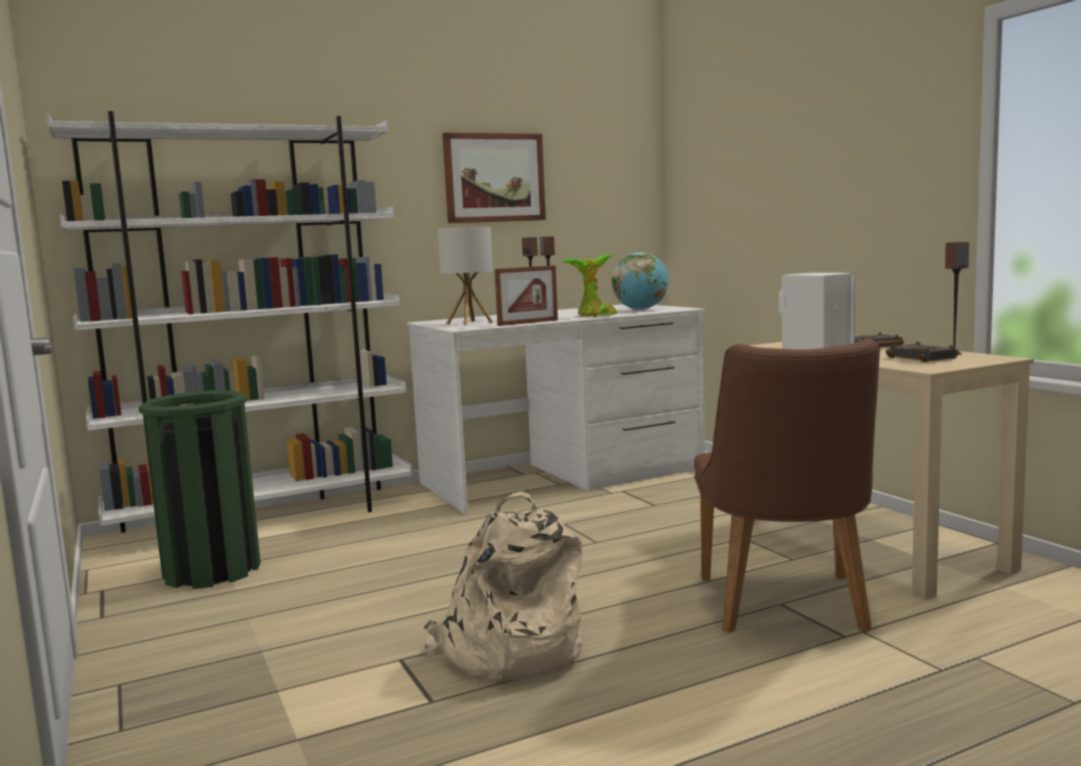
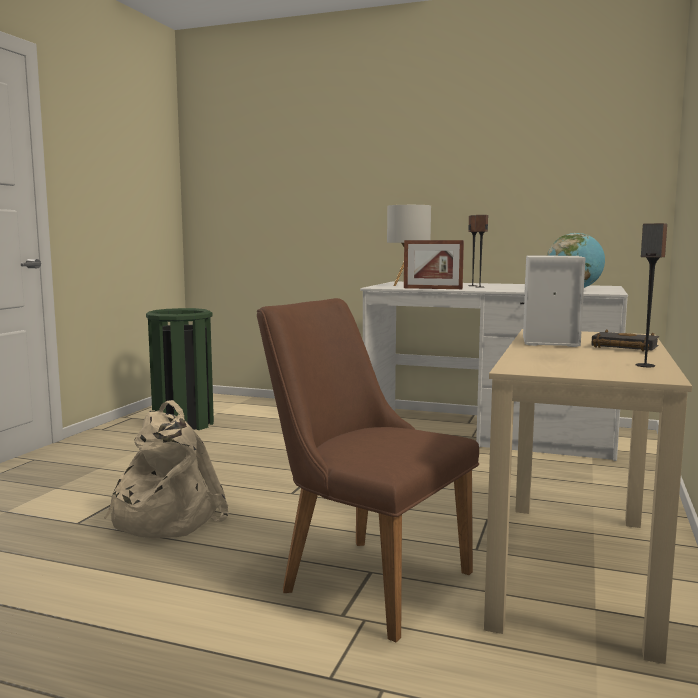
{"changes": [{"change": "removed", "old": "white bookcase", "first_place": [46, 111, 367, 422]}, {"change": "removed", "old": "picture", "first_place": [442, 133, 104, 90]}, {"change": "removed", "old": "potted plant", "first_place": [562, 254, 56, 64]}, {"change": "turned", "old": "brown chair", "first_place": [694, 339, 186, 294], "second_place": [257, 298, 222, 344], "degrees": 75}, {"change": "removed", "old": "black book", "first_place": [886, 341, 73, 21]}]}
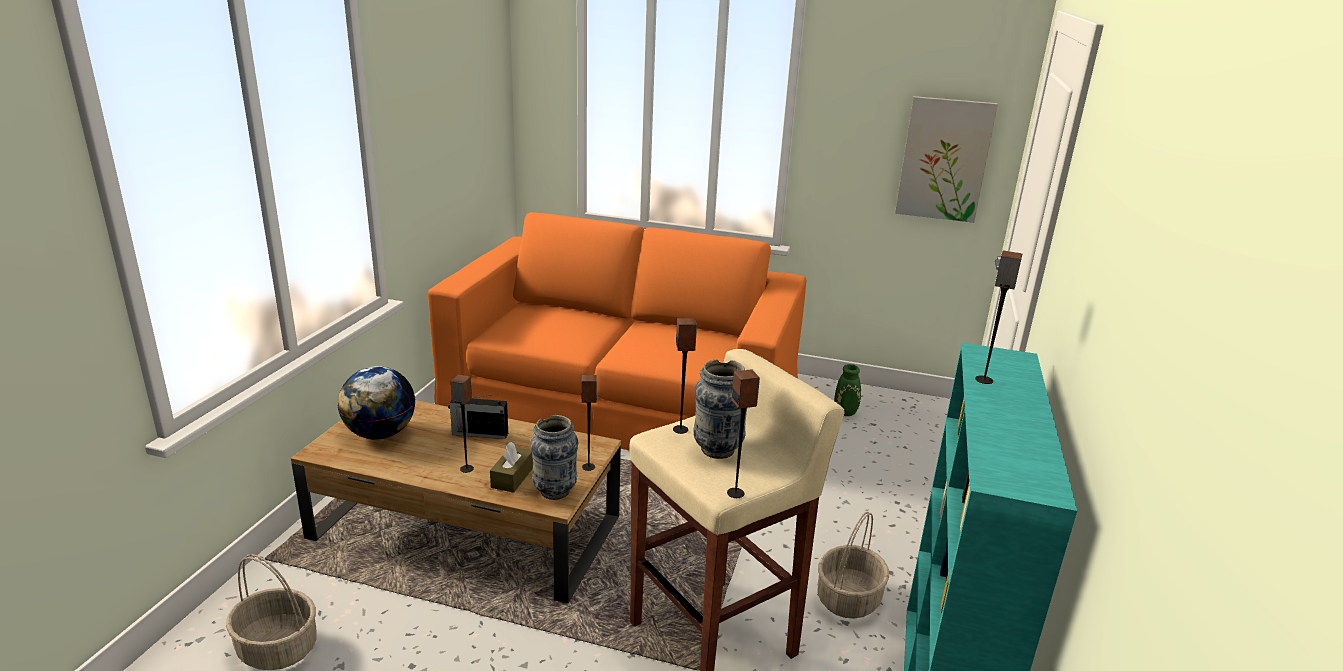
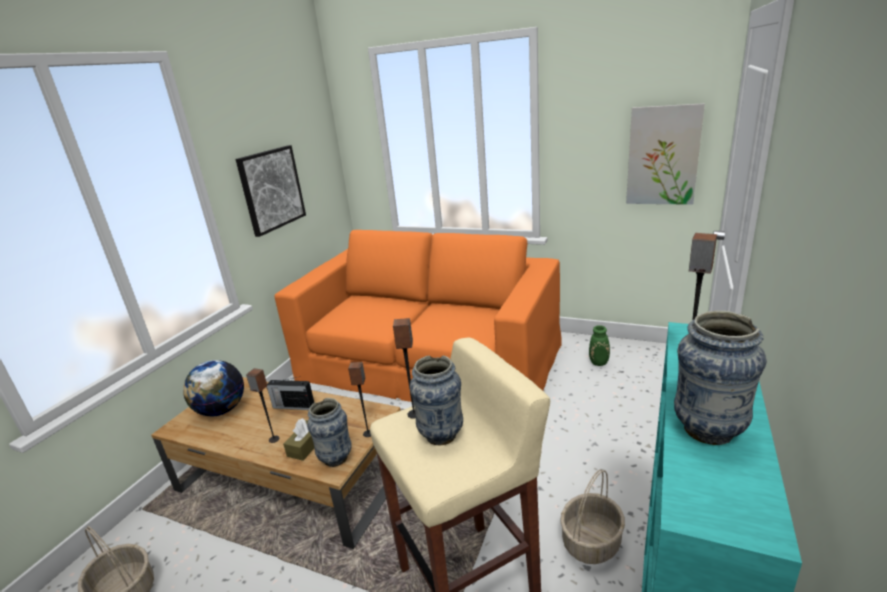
{"changes": [{"change": "removed", "old": "speaker", "first_place": [727, 369, 33, 129]}, {"change": "added", "new": "picture", "second_place": [236, 145, 70, 92]}, {"change": "added", "new": "vase", "second_place": [674, 311, 93, 134]}]}
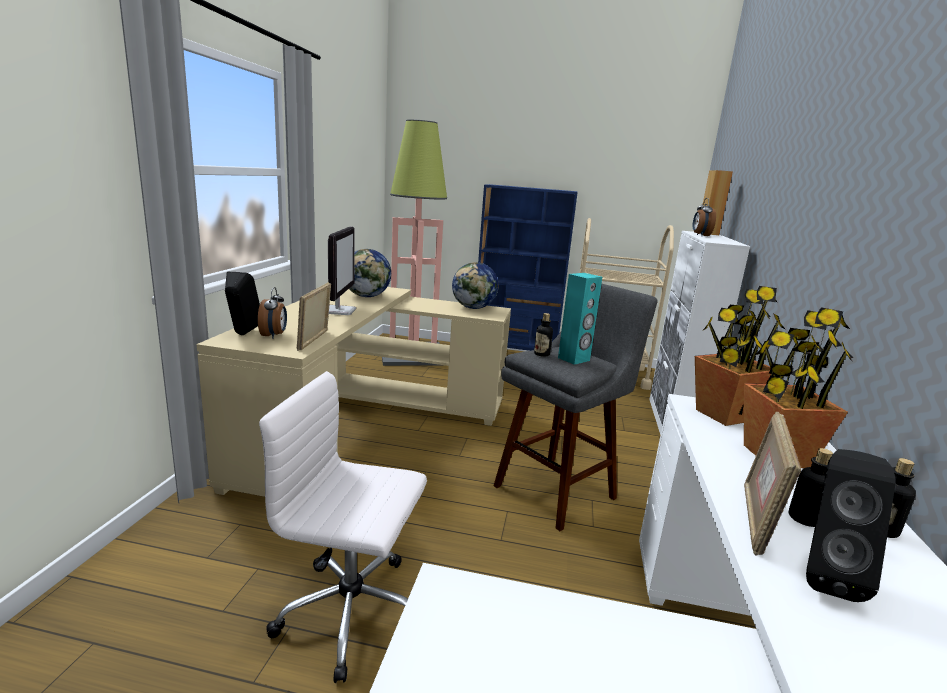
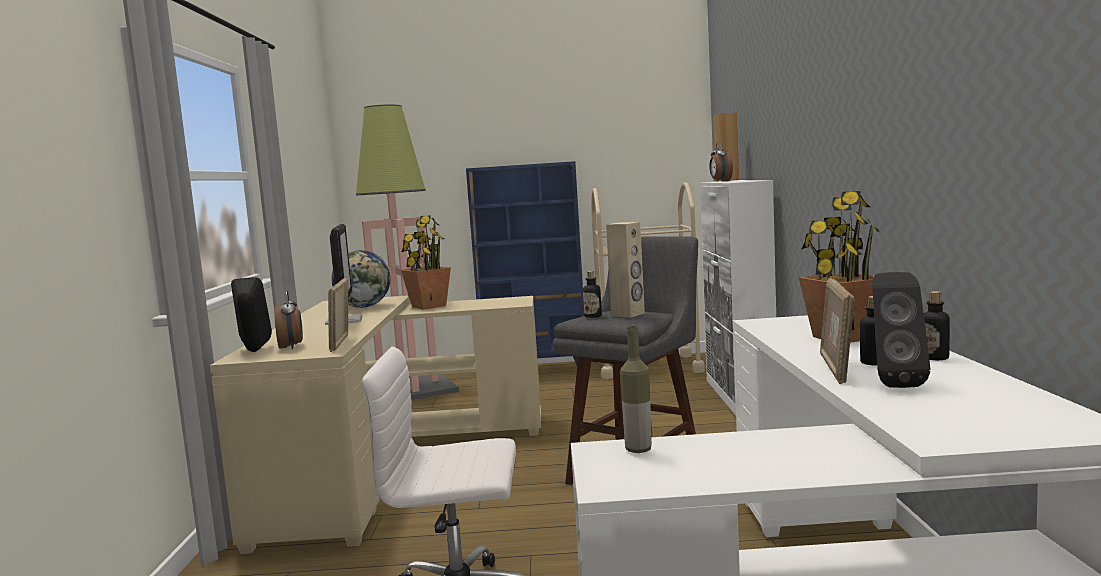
{"changes": [{"change": "removed", "old": "globe", "first_place": [452, 262, 47, 47]}, {"change": "recoloured", "old": "turquoise speaker", "new": "beige speaker", "first_place": [558, 273, 44, 92], "second_place": [606, 222, 39, 96]}, {"change": "moved", "old": "potted plant", "first_place": [695, 286, 90, 140], "second_place": [401, 215, 50, 95]}, {"change": "added", "new": "bottle", "second_place": [620, 326, 32, 127]}]}
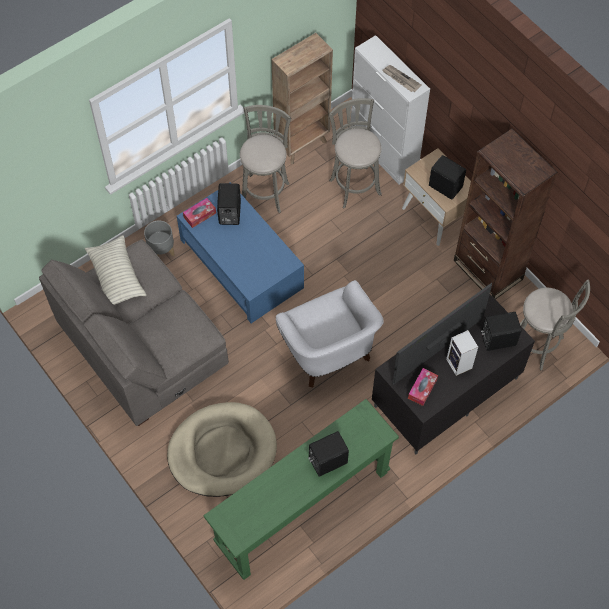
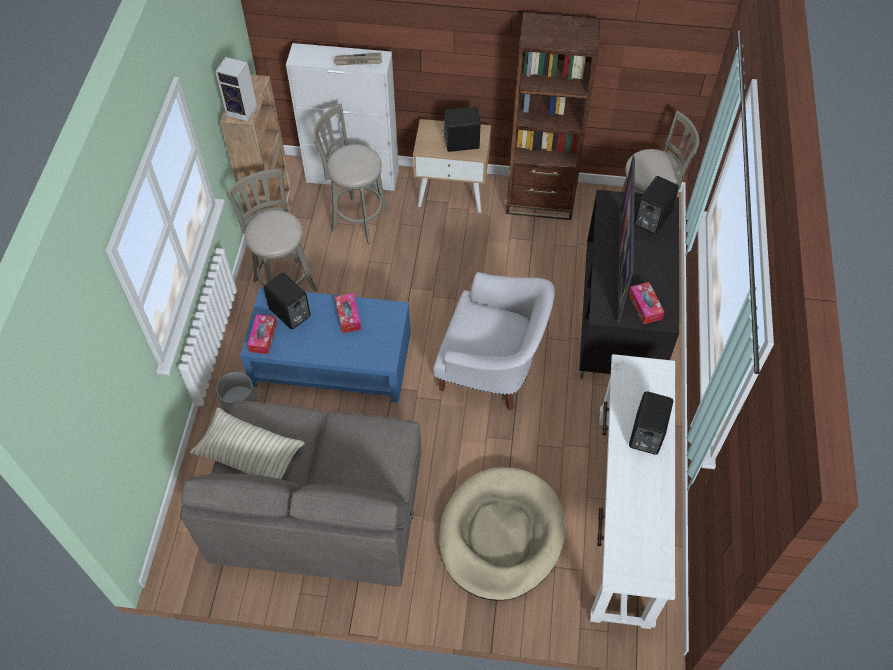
{"changes": [{"change": "recoloured", "old": "green console table", "new": "white console table", "first_place": [203, 399, 196, 181], "second_place": [590, 354, 85, 275]}, {"change": "moved", "old": "speaker", "first_place": [446, 330, 32, 46], "second_place": [215, 57, 42, 64]}, {"change": "added", "new": "tissue box", "second_place": [335, 293, 26, 40]}]}
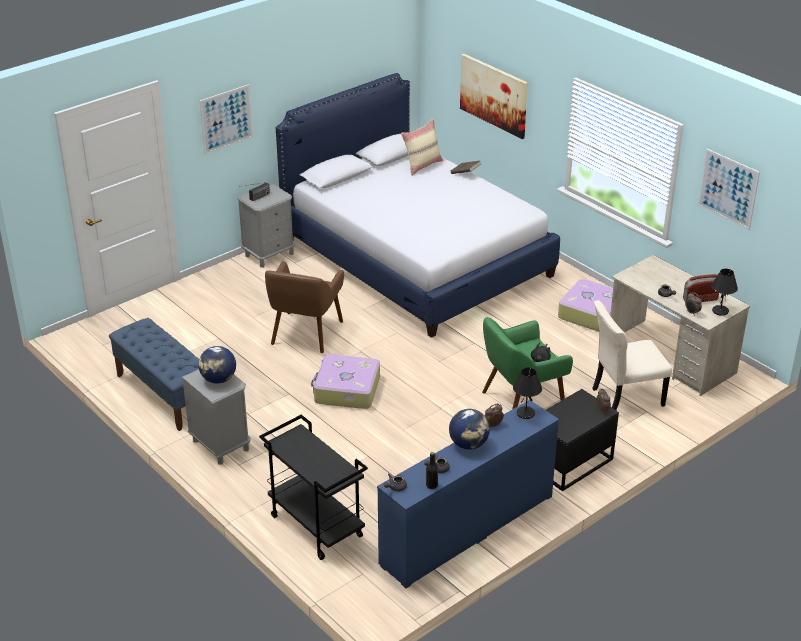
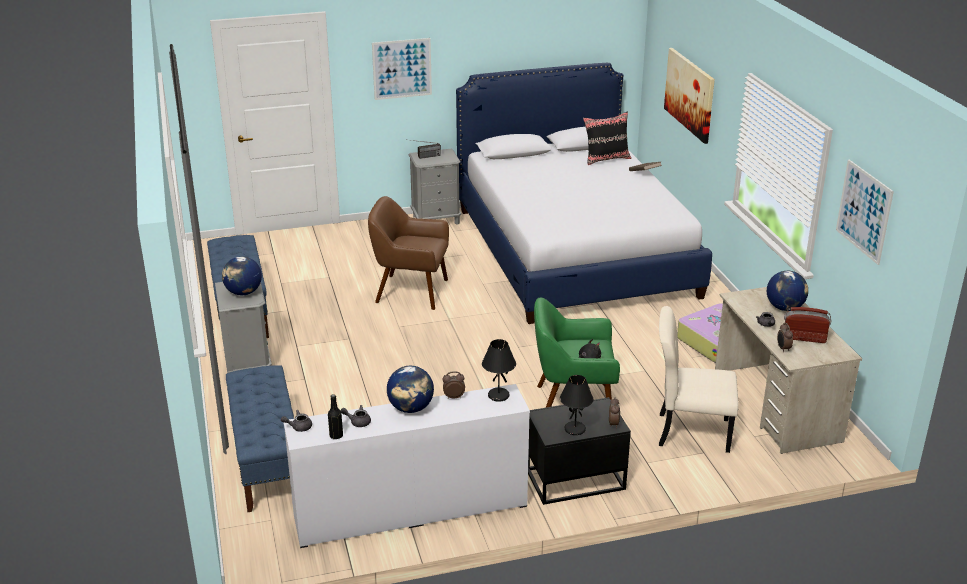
{"changes": [{"change": "replaced", "old": "black cart", "new": "blue bench", "first_place": [259, 415, 109, 145], "second_place": [226, 365, 68, 147]}, {"change": "turned", "old": "brown armchair", "first_place": [265, 261, 79, 92], "second_place": [368, 196, 81, 114], "degrees": 60}, {"change": "removed", "old": "suitcase", "first_place": [311, 354, 69, 55]}, {"change": "recoloured", "old": "blue dresser", "new": "white dresser", "first_place": [377, 400, 182, 188], "second_place": [283, 384, 247, 164]}, {"change": "recoloured", "old": "beige pillow", "new": "black pillow", "first_place": [401, 119, 42, 56], "second_place": [583, 112, 49, 53]}, {"change": "moved", "old": "black table lamp", "first_place": [711, 269, 27, 47], "second_place": [560, 375, 34, 60]}, {"change": "added", "new": "globe", "second_place": [767, 271, 41, 40]}]}
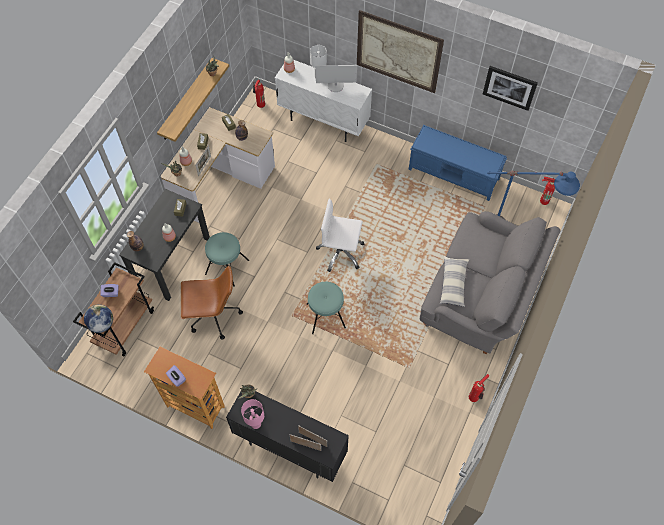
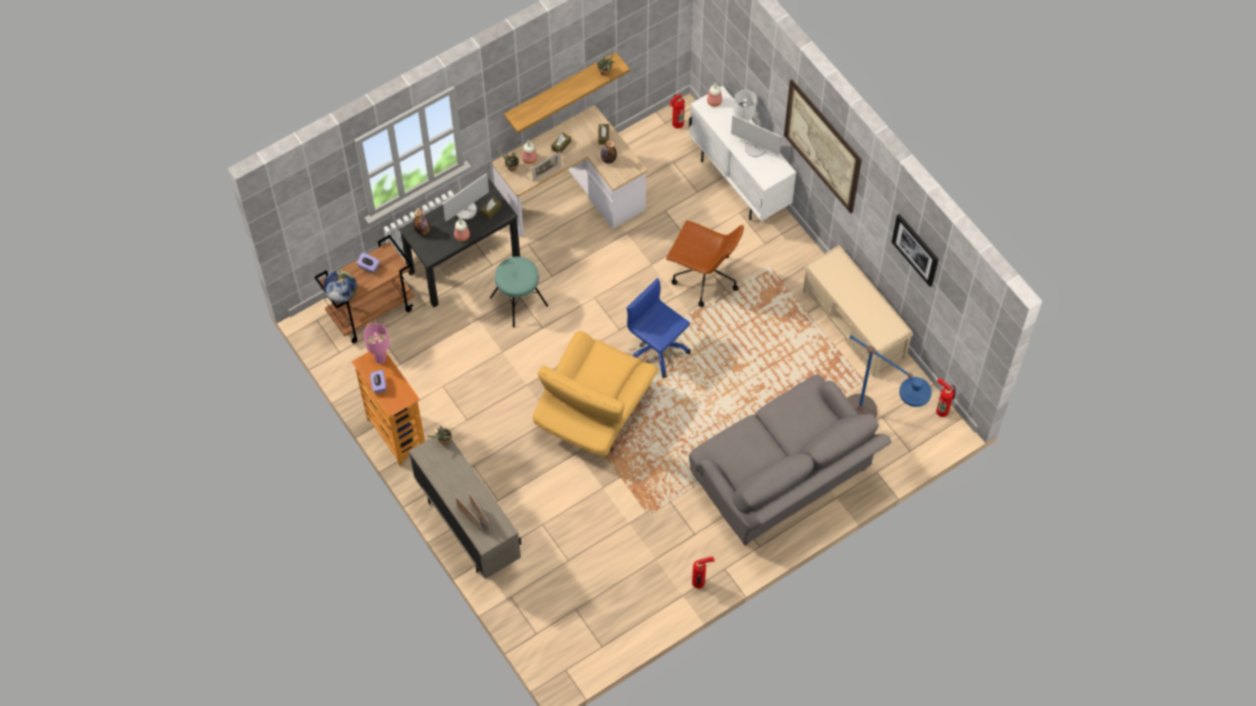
{"changes": [{"change": "moved", "old": "brown office chair", "first_place": [181, 265, 62, 74], "second_place": [666, 221, 78, 86]}, {"change": "recoloured", "old": "black cabinet", "new": "beige cabinet", "first_place": [226, 390, 123, 92], "second_place": [409, 438, 112, 141]}, {"change": "moved", "old": "pink table lamp", "first_place": [241, 399, 23, 30], "second_place": [363, 323, 27, 41]}, {"change": "replaced", "old": "turquoise stool", "new": "yellow armchair", "first_place": [307, 282, 39, 52], "second_place": [533, 331, 126, 125]}, {"change": "recoloured", "old": "white office chair", "new": "blue office chair", "first_place": [316, 199, 49, 73], "second_place": [627, 278, 64, 100]}, {"change": "recoloured", "old": "blue bench", "new": "beige bench", "first_place": [408, 125, 99, 76], "second_place": [803, 245, 110, 132]}, {"change": "removed", "old": "pillow", "first_place": [440, 256, 29, 51]}, {"change": "added", "new": "monitor", "second_place": [443, 173, 46, 49]}]}
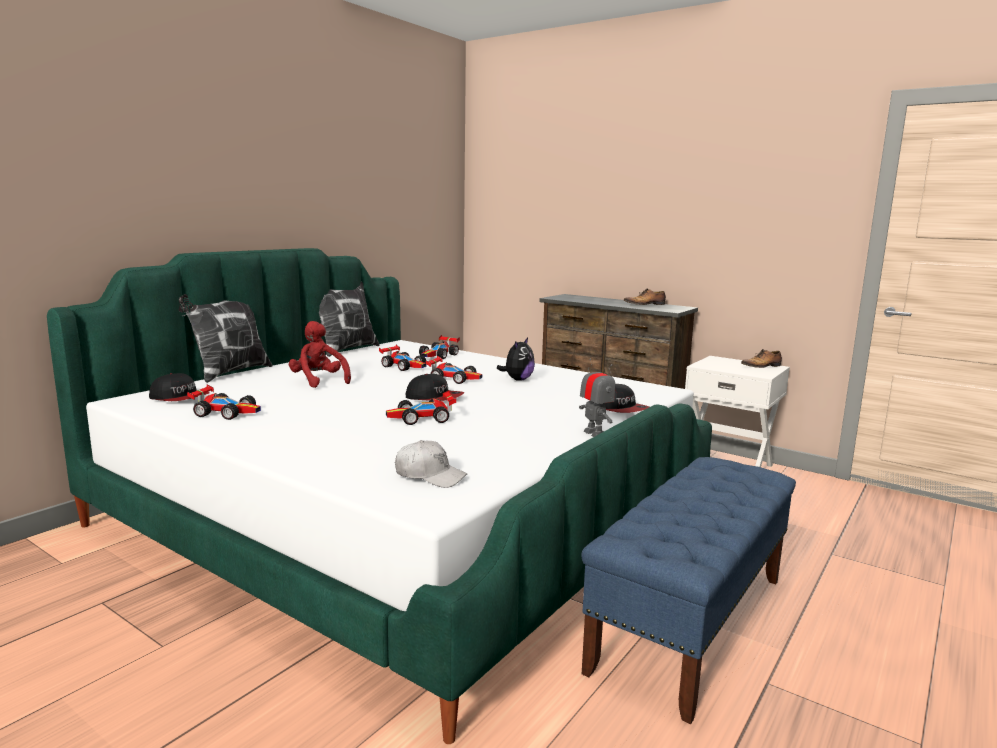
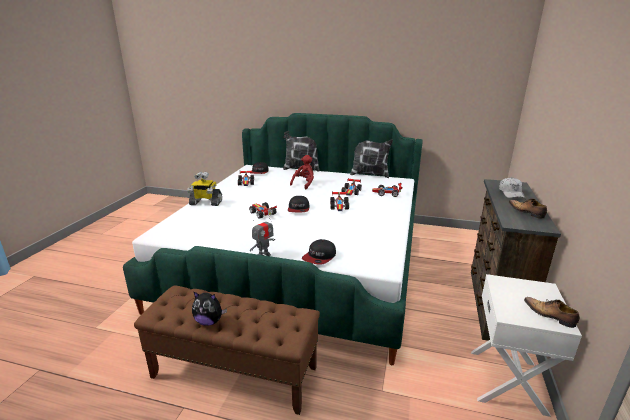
{"changes": [{"change": "moved", "old": "white cap", "first_place": [395, 440, 72, 48], "second_place": [499, 177, 26, 21]}, {"change": "moved", "old": "plush toy", "first_place": [497, 338, 38, 43], "second_place": [192, 291, 35, 35]}, {"change": "recoloured", "old": "blue bench", "new": "brown bench", "first_place": [581, 457, 215, 267], "second_place": [134, 285, 186, 130]}, {"change": "added", "new": "toy robot", "second_place": [187, 172, 35, 34]}]}
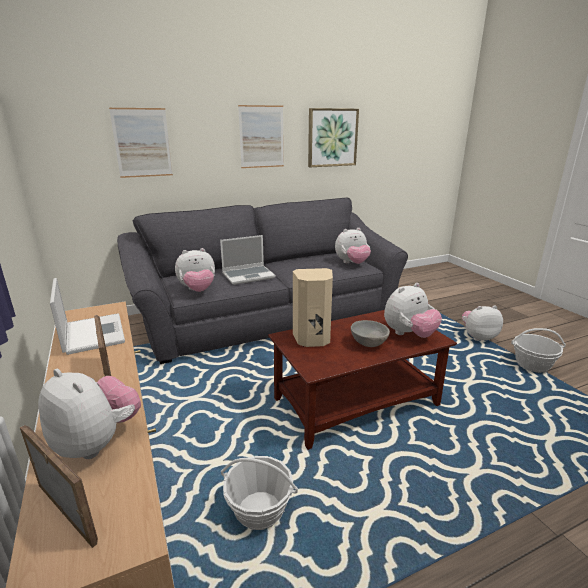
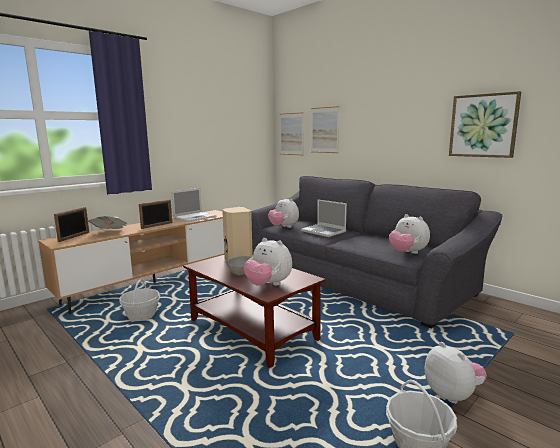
{"changes": [{"change": "replaced", "old": "plush toy", "new": "newspaper", "first_place": [38, 369, 103, 90], "second_place": [88, 216, 39, 13]}, {"change": "moved", "old": "picture", "first_place": [238, 105, 46, 63], "second_place": [279, 112, 25, 43]}]}
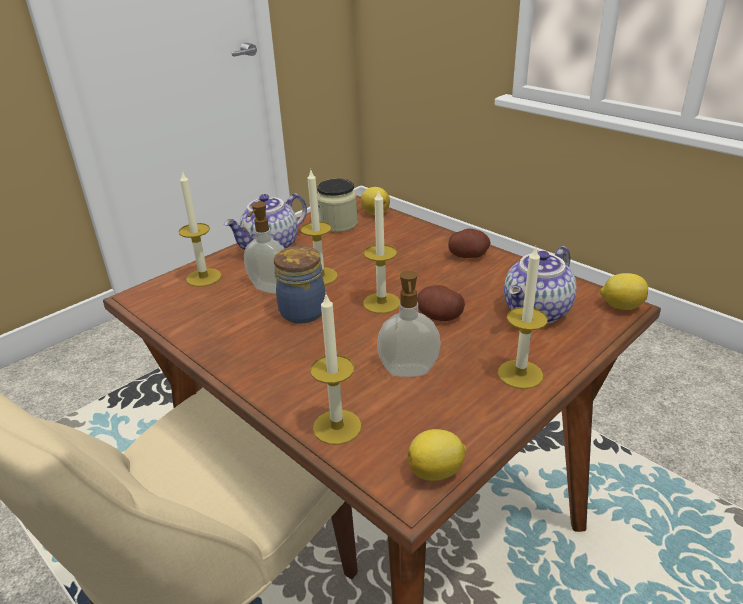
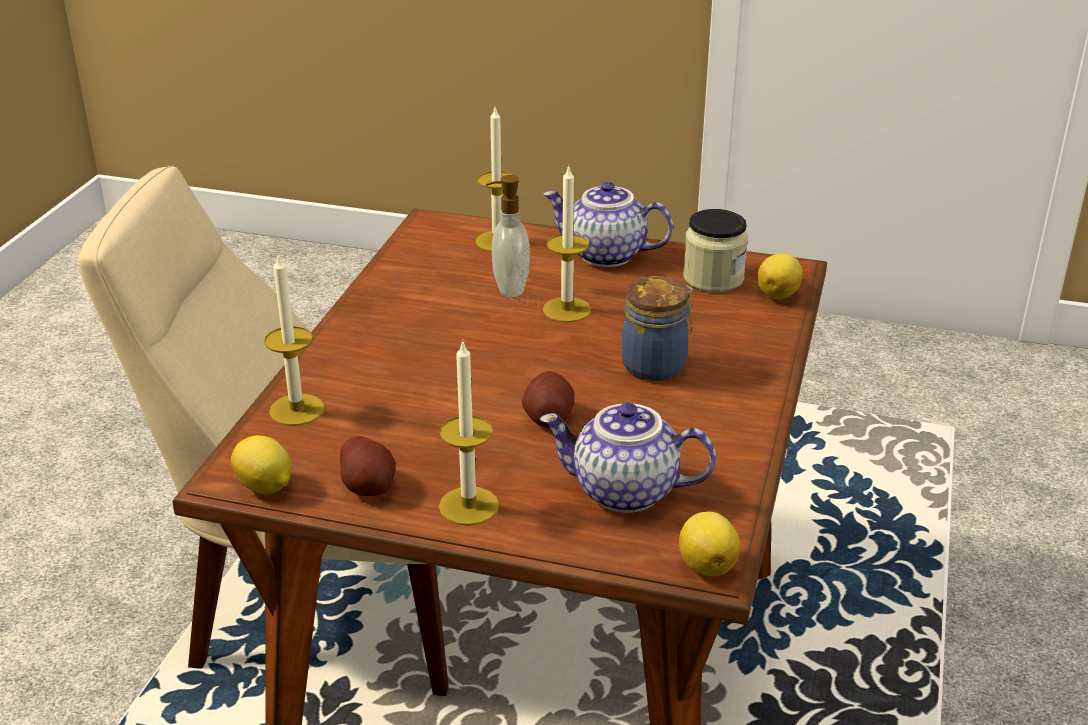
{"changes": [{"change": "moved", "old": "jar", "first_place": [274, 246, 51, 78], "second_place": [622, 276, 71, 105]}, {"change": "removed", "old": "candle", "first_place": [363, 189, 37, 125]}, {"change": "removed", "old": "soap dispenser", "first_place": [377, 270, 64, 107]}, {"change": "moved", "old": "potato", "first_place": [448, 229, 43, 29], "second_place": [340, 436, 55, 60]}]}
